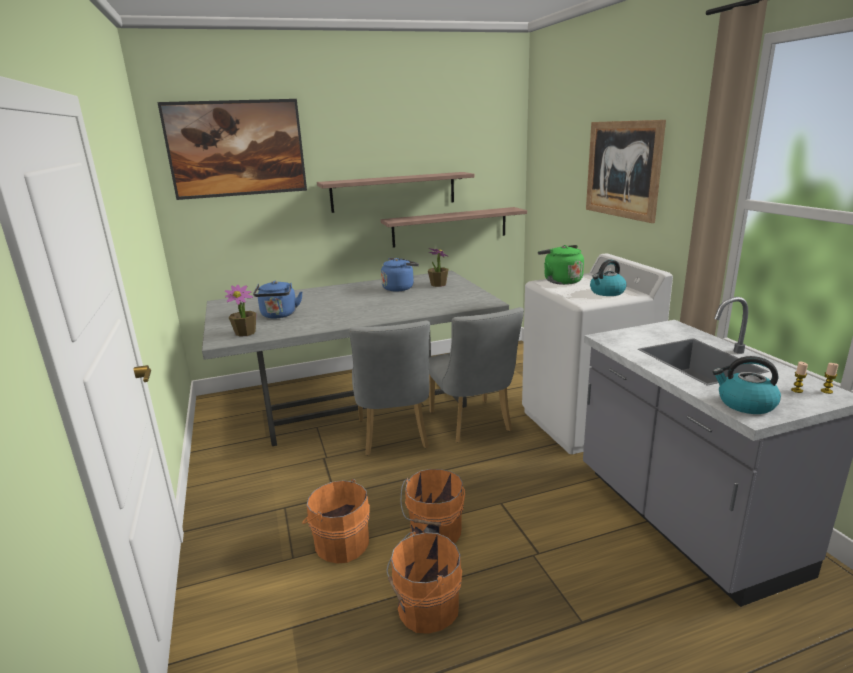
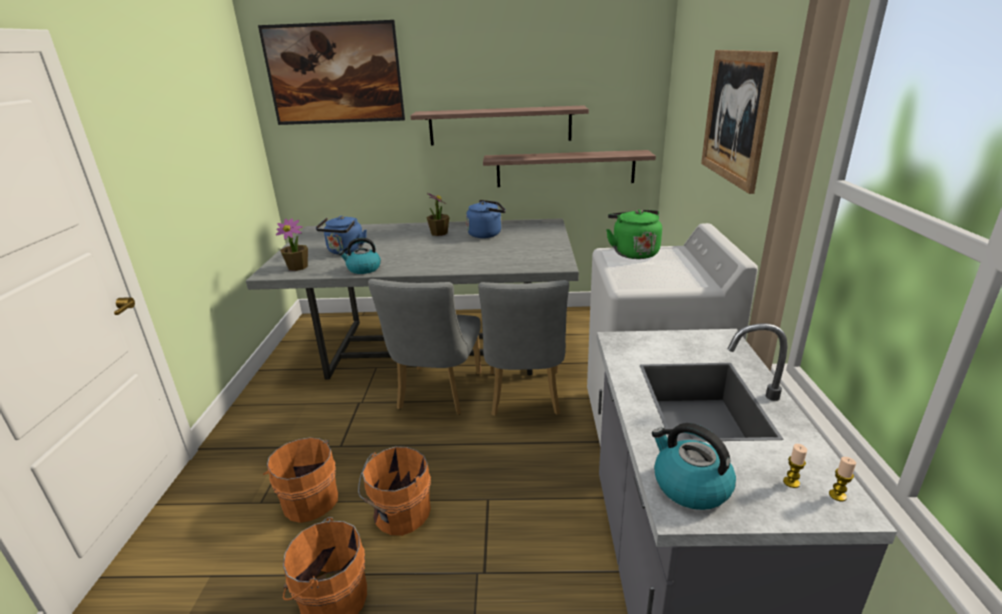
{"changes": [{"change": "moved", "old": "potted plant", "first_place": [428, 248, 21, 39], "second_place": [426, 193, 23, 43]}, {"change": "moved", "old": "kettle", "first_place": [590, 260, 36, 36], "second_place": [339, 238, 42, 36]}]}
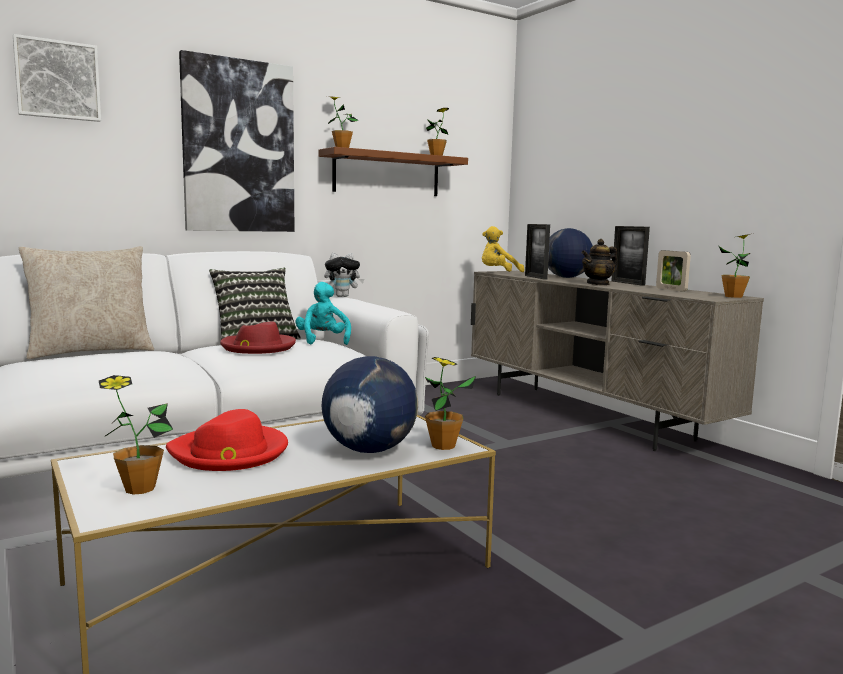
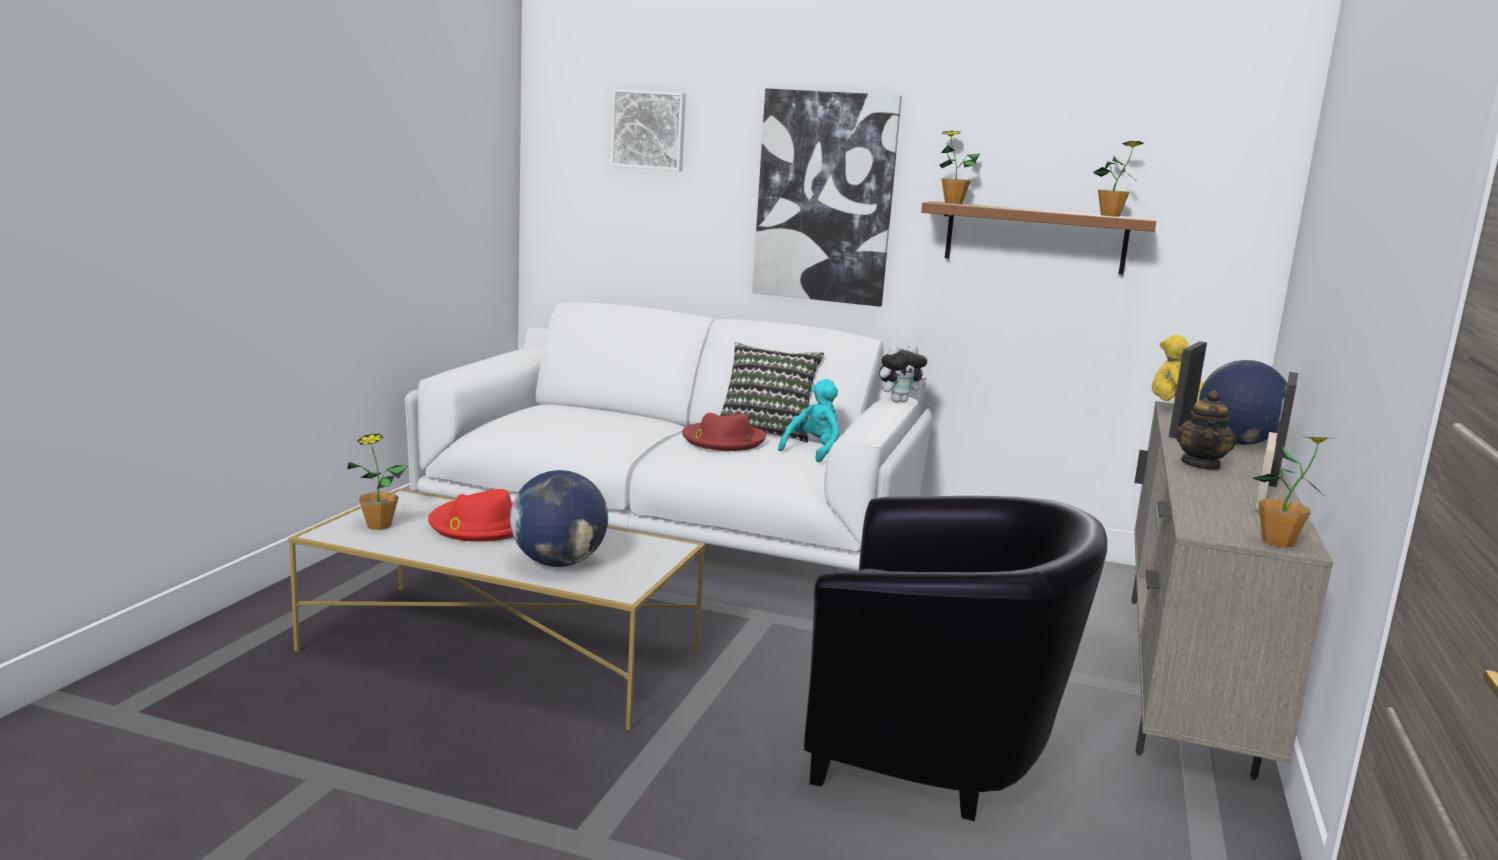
{"changes": [{"change": "removed", "old": "beige pillow", "first_place": [19, 246, 135, 113]}, {"change": "turned", "old": "plush toy", "first_place": [324, 253, 40, 44], "second_place": [879, 345, 48, 57], "degrees": -60}, {"change": "removed", "old": "potted plant", "first_place": [424, 357, 52, 93]}, {"change": "turned", "old": "teapot", "first_place": [581, 239, 36, 46], "second_place": [1175, 390, 62, 81], "degrees": -90}, {"change": "added", "new": "black armchair", "second_place": [804, 496, 303, 325]}]}
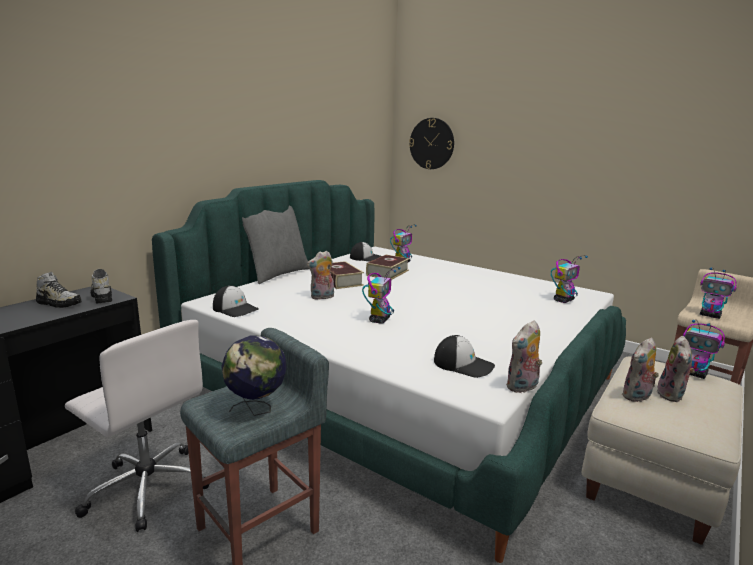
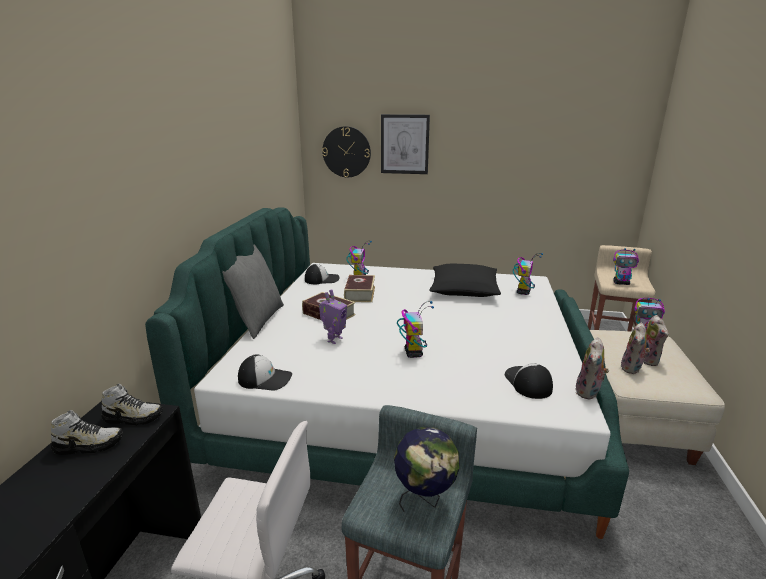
{"changes": [{"change": "turned", "old": "shoe", "first_place": [91, 269, 21, 34], "second_place": [101, 384, 62, 42], "degrees": 150}, {"change": "replaced", "old": "plush toy", "new": "toy robot", "first_place": [307, 250, 27, 50], "second_place": [319, 289, 28, 55]}, {"change": "turned", "old": "cap", "first_place": [434, 335, 61, 43], "second_place": [505, 363, 48, 36], "degrees": -105}, {"change": "added", "new": "picture", "second_place": [381, 114, 49, 60]}, {"change": "added", "new": "black pillow", "second_place": [429, 264, 72, 33]}]}
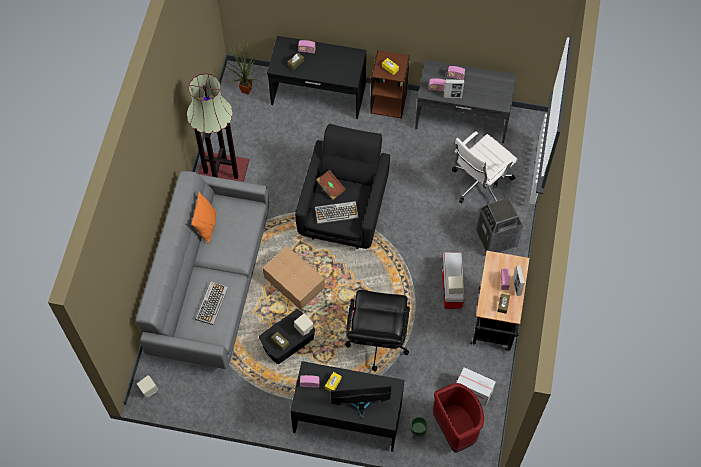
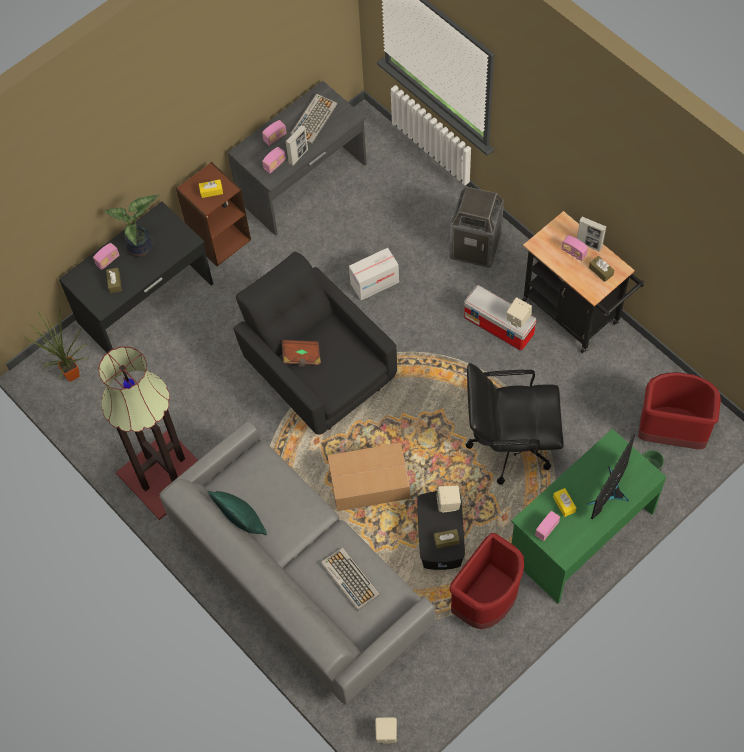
{"changes": [{"change": "recoloured", "old": "orange pillow", "new": "green pillow", "first_place": [191, 191, 25, 53], "second_place": [208, 491, 59, 44]}, {"change": "recoloured", "old": "black desk", "new": "green desk", "first_place": [290, 361, 115, 91], "second_place": [511, 429, 155, 174]}, {"change": "moved", "old": "keyboard", "first_place": [315, 201, 43, 23], "second_place": [290, 94, 47, 50]}, {"change": "turned", "old": "black office chair", "first_place": [345, 290, 65, 81], "second_place": [466, 363, 97, 122], "degrees": 135}, {"change": "removed", "old": "white office chair", "first_place": [452, 132, 66, 72]}, {"change": "moved", "old": "cardboard box", "first_place": [457, 367, 39, 39], "second_place": [349, 248, 50, 52]}, {"change": "added", "new": "potted plant", "second_place": [104, 194, 55, 63]}, {"change": "added", "new": "red trash can", "second_place": [449, 533, 75, 96]}]}
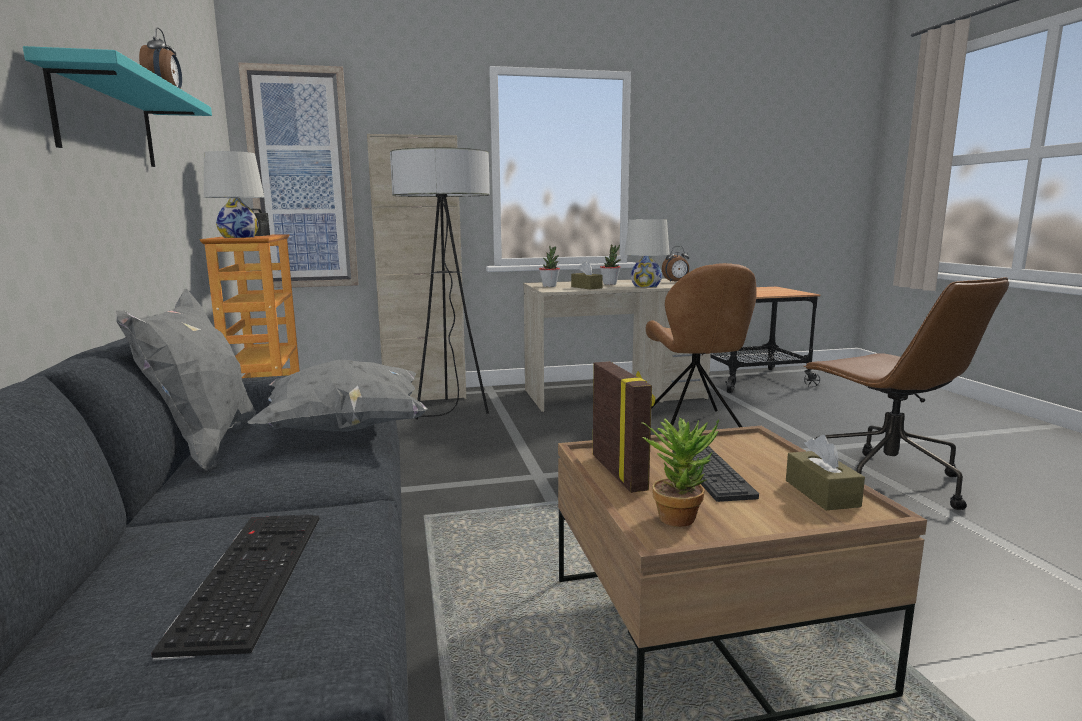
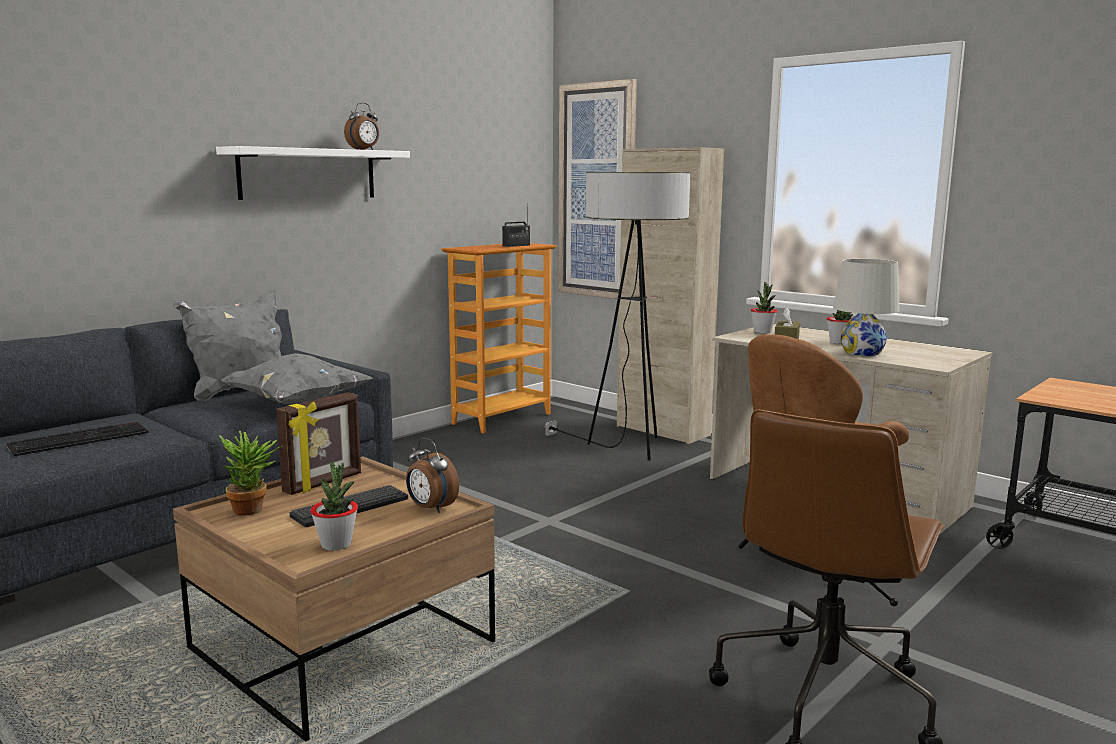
{"changes": [{"change": "recoloured", "old": "turquoise shelf", "new": "white shelf", "first_place": [23, 46, 189, 121], "second_place": [216, 146, 194, 54]}, {"change": "removed", "old": "white table lamp", "first_place": [204, 151, 60, 87]}, {"change": "moved", "old": "alarm clock", "first_place": [662, 246, 27, 36], "second_place": [406, 438, 53, 75]}, {"change": "replaced", "old": "brown tissue box", "new": "potted plant", "first_place": [786, 435, 79, 75], "second_place": [310, 461, 48, 90]}]}
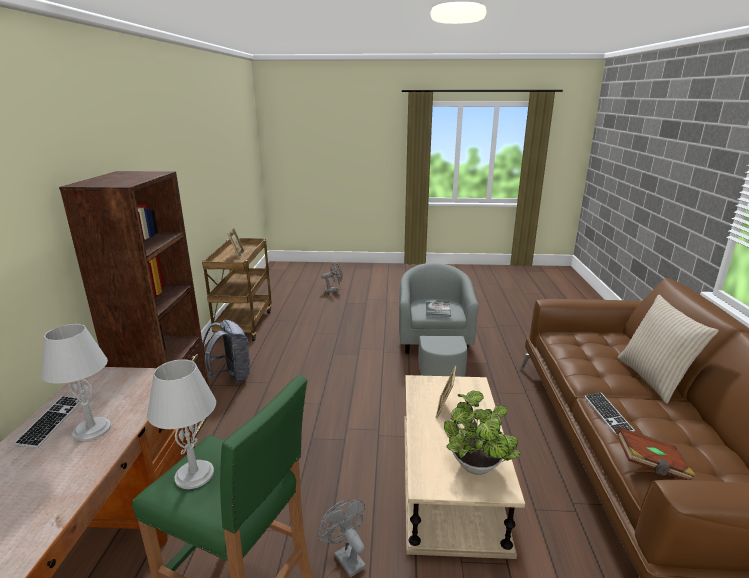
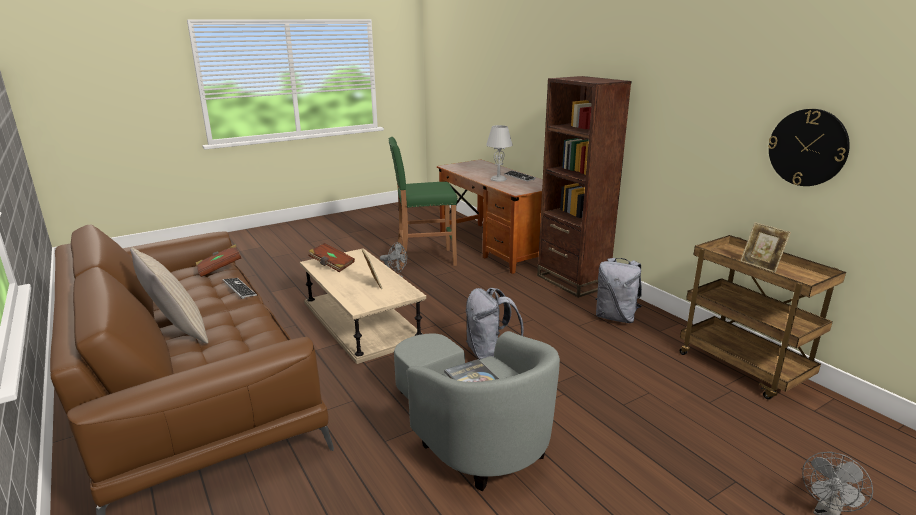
{"changes": [{"change": "removed", "old": "grey table lamp", "first_place": [147, 359, 69, 130]}, {"change": "replaced", "old": "potted plant", "new": "brown book", "first_place": [444, 391, 76, 84], "second_place": [308, 243, 47, 29]}, {"change": "added", "new": "grey backpack", "second_place": [466, 288, 57, 72]}, {"change": "added", "new": "wall clock", "second_place": [768, 109, 82, 77]}]}
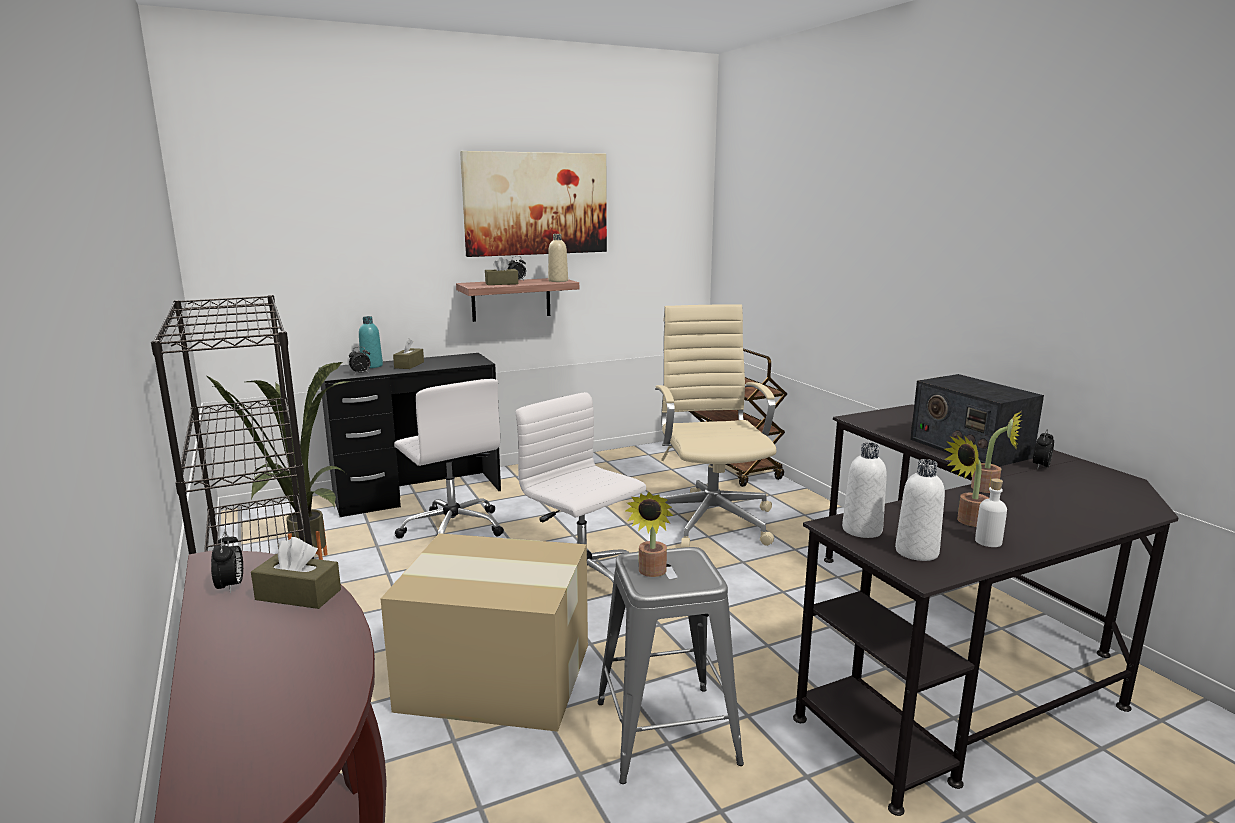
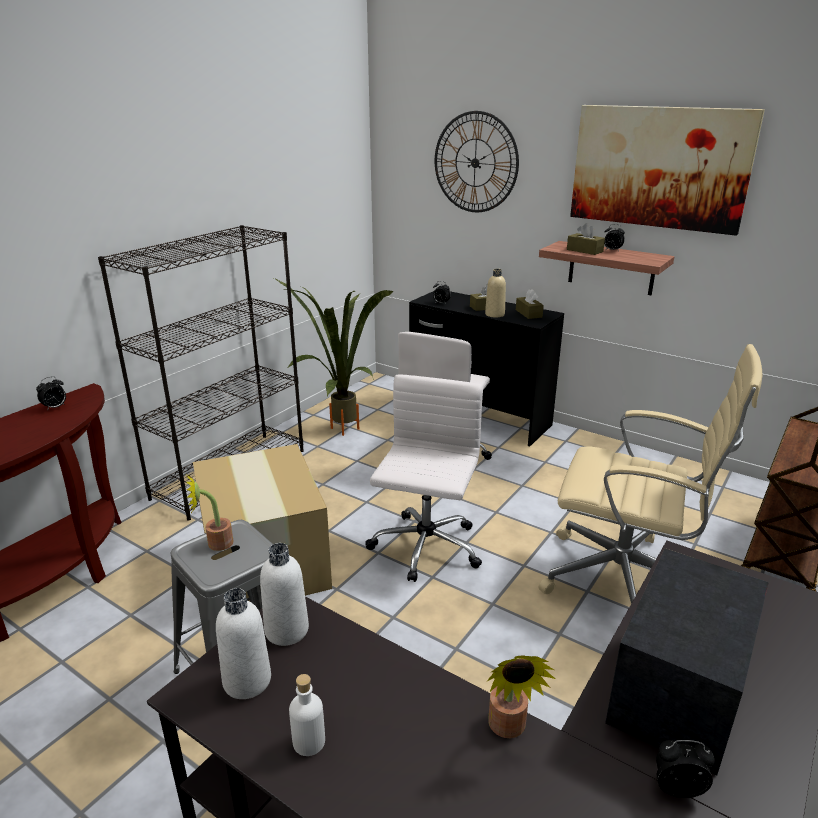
{"changes": [{"change": "moved", "old": "brown tissue box", "first_place": [251, 537, 90, 72], "second_place": [516, 289, 28, 30]}, {"change": "removed", "old": "turquoise bottle", "first_place": [359, 316, 24, 52]}, {"change": "moved", "old": "beige bottle", "first_place": [548, 234, 20, 48], "second_place": [485, 269, 21, 49]}, {"change": "turned", "old": "beige office chair", "first_place": [655, 304, 121, 244], "second_place": [539, 344, 224, 259], "degrees": 60}, {"change": "removed", "old": "potted plant", "first_place": [944, 435, 45, 92]}, {"change": "added", "new": "wall clock", "second_place": [435, 111, 84, 101]}]}
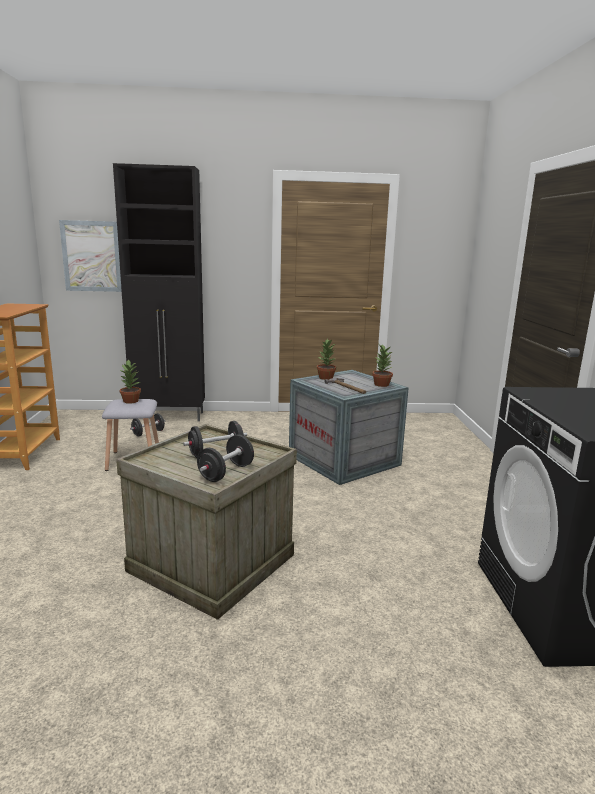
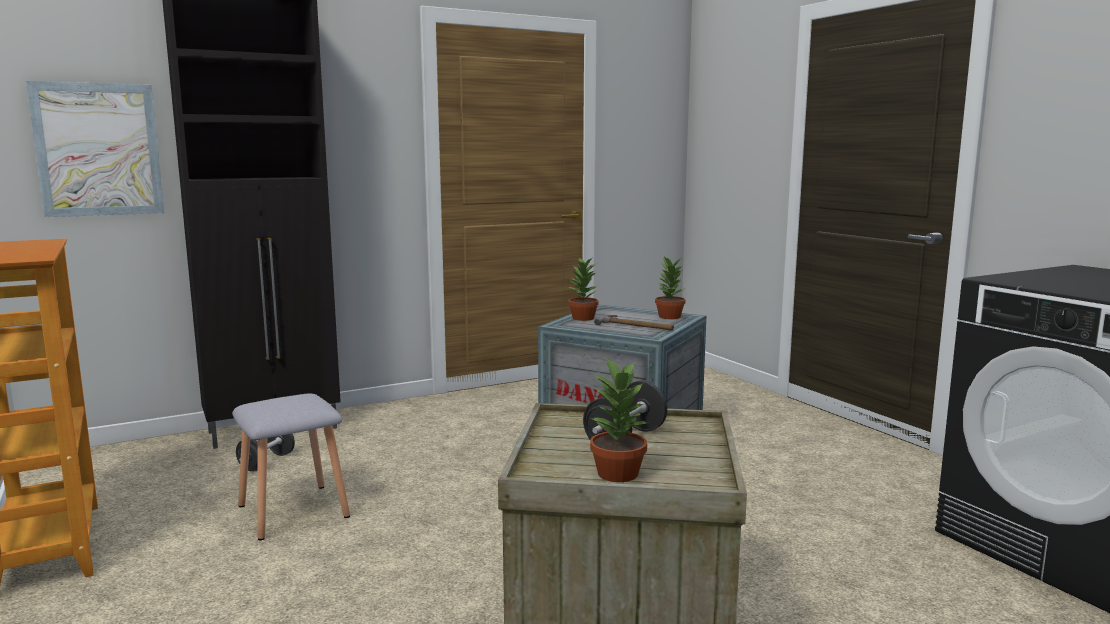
{"changes": [{"change": "moved", "old": "potted plant", "first_place": [120, 360, 21, 44], "second_place": [590, 357, 57, 125]}, {"change": "removed", "old": "black dumbbell", "first_place": [197, 434, 57, 48]}]}
